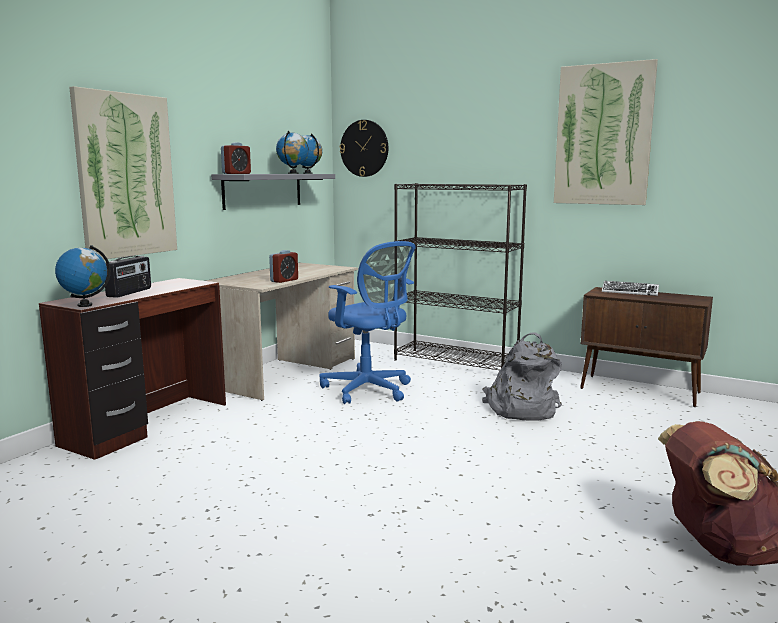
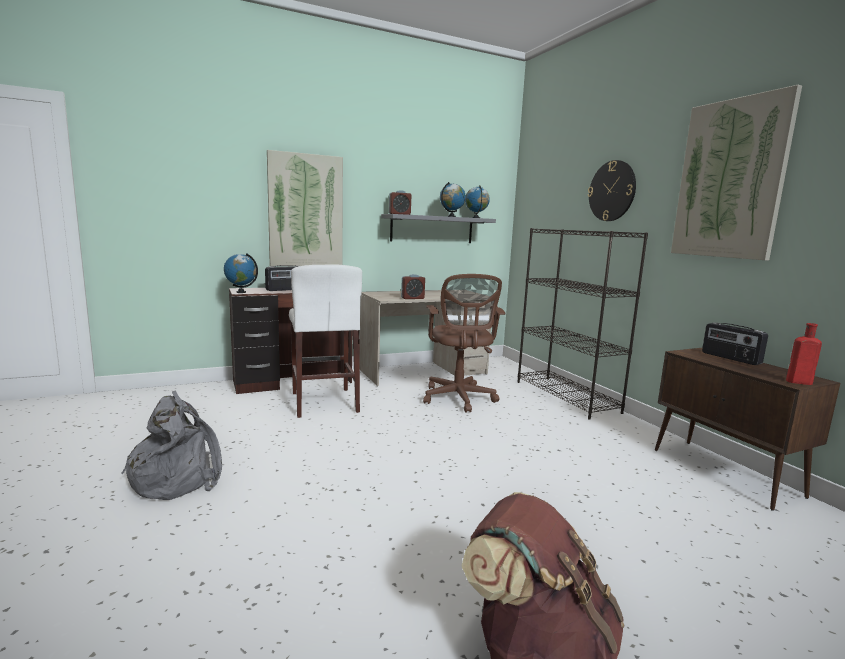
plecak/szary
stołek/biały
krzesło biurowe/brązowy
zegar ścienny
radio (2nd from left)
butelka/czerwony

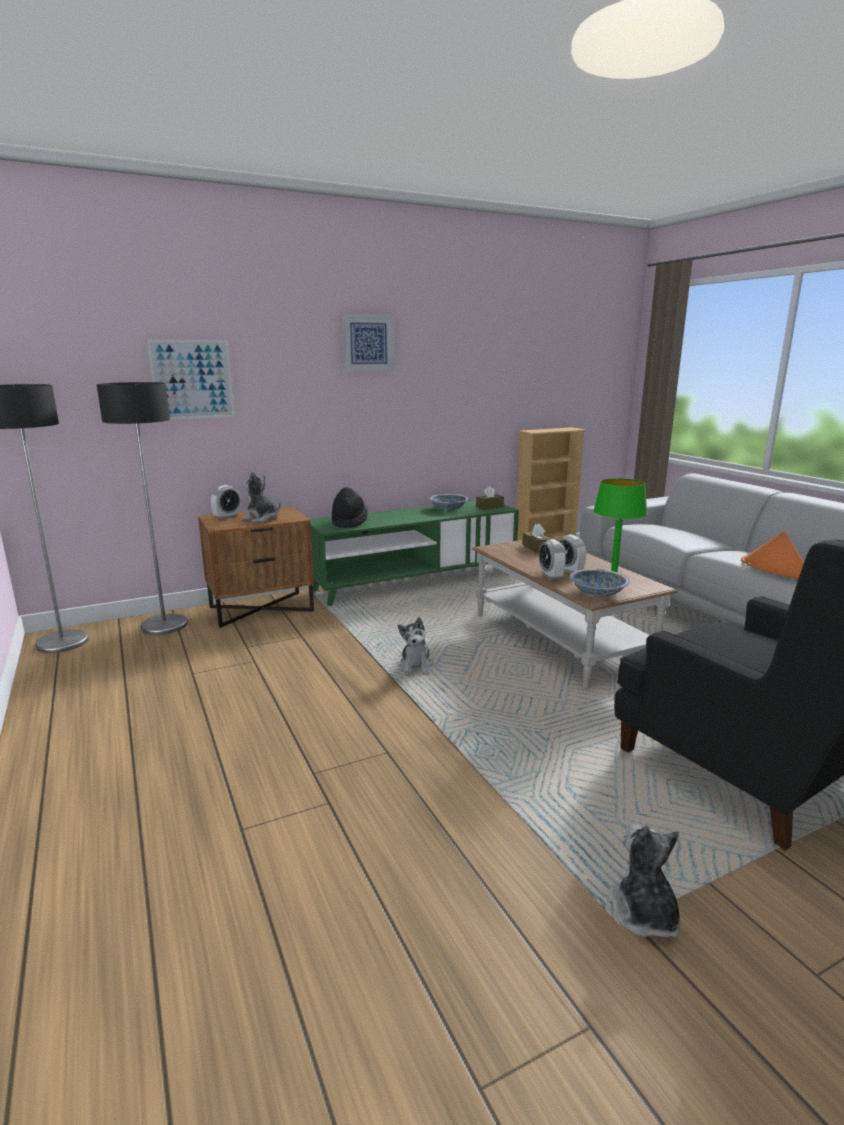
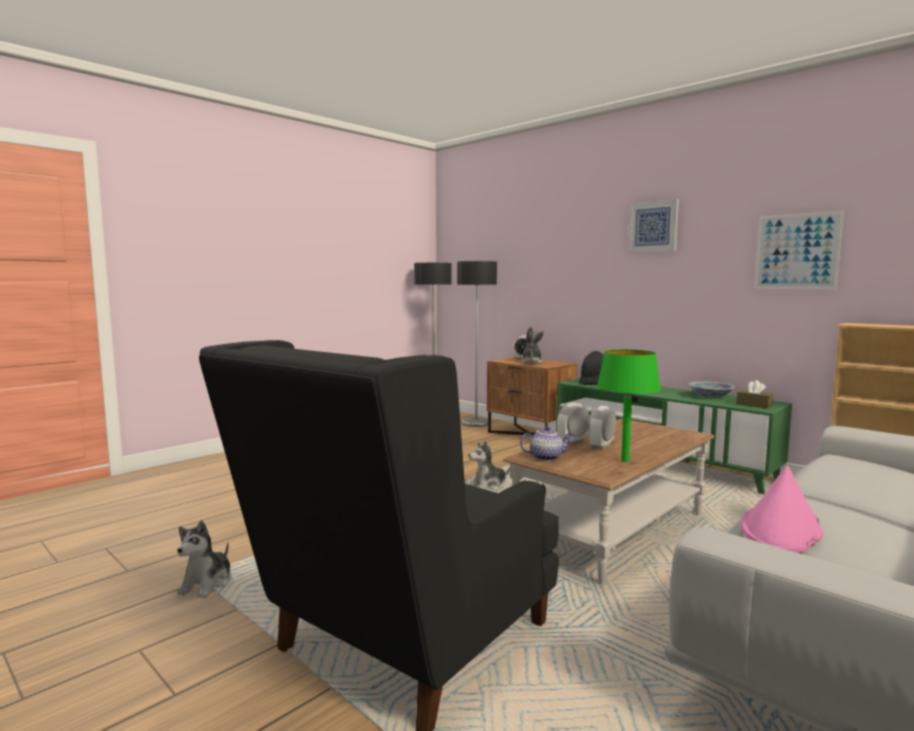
pluszak (1st from left)
imbryk
kapelusz/różowy
obraz (2nd from left)
pudełko chusteczek/brązowy (2nd from left in the first image)

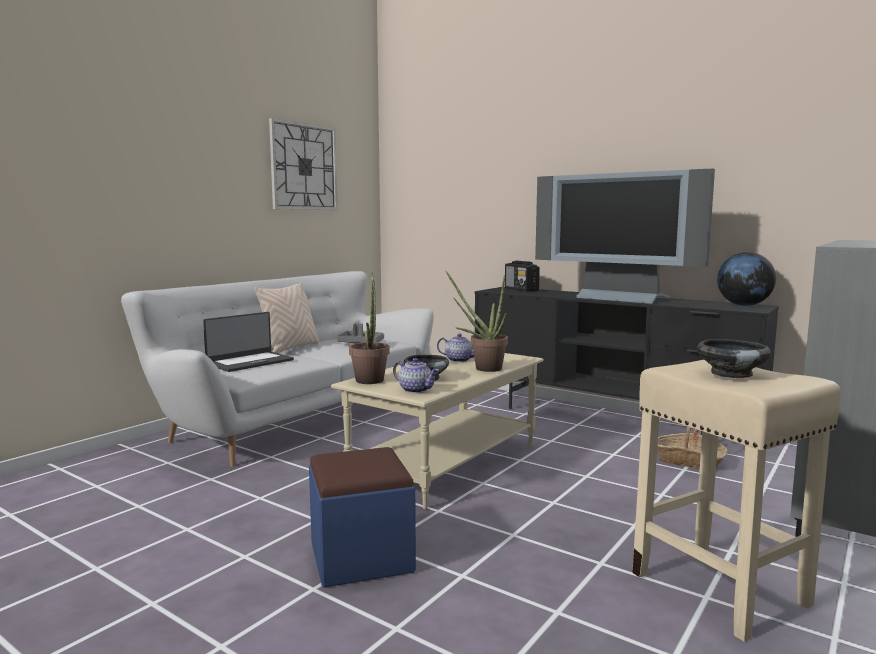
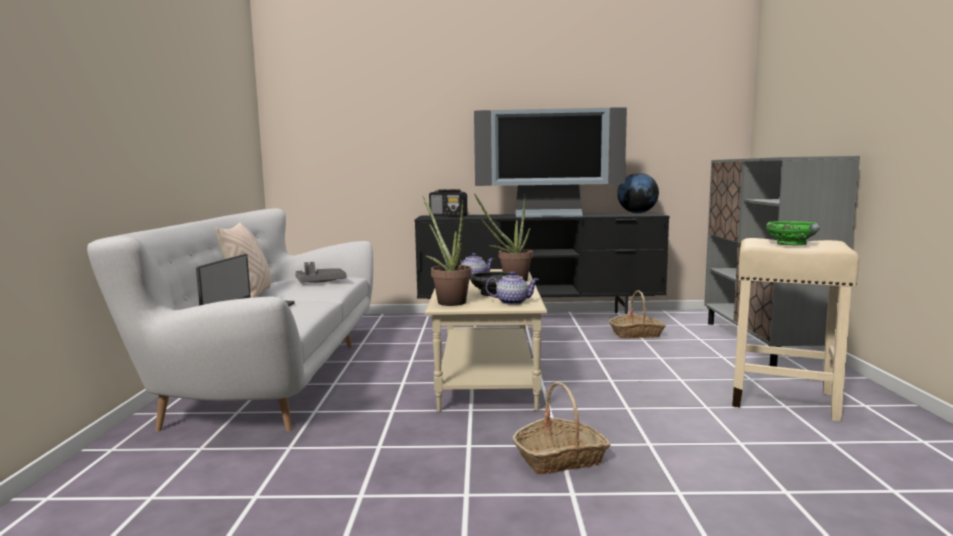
koszyk (1st from left)
miska/zielony
zegar ścienny

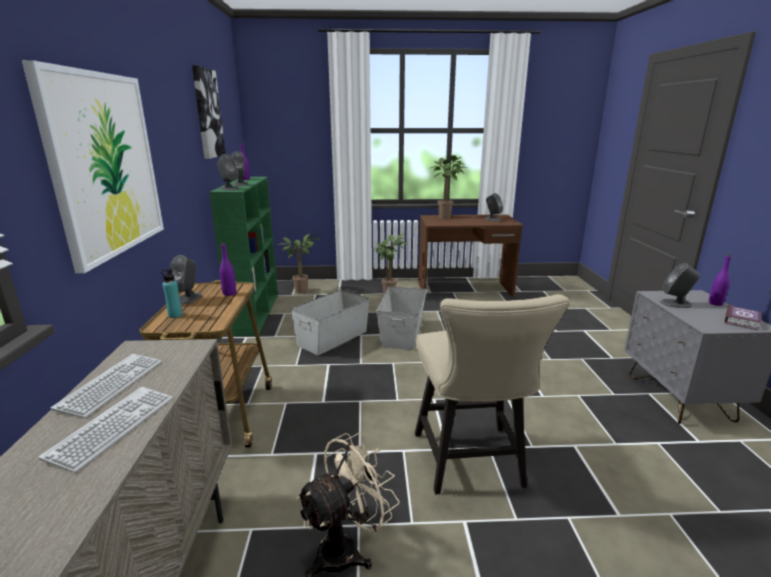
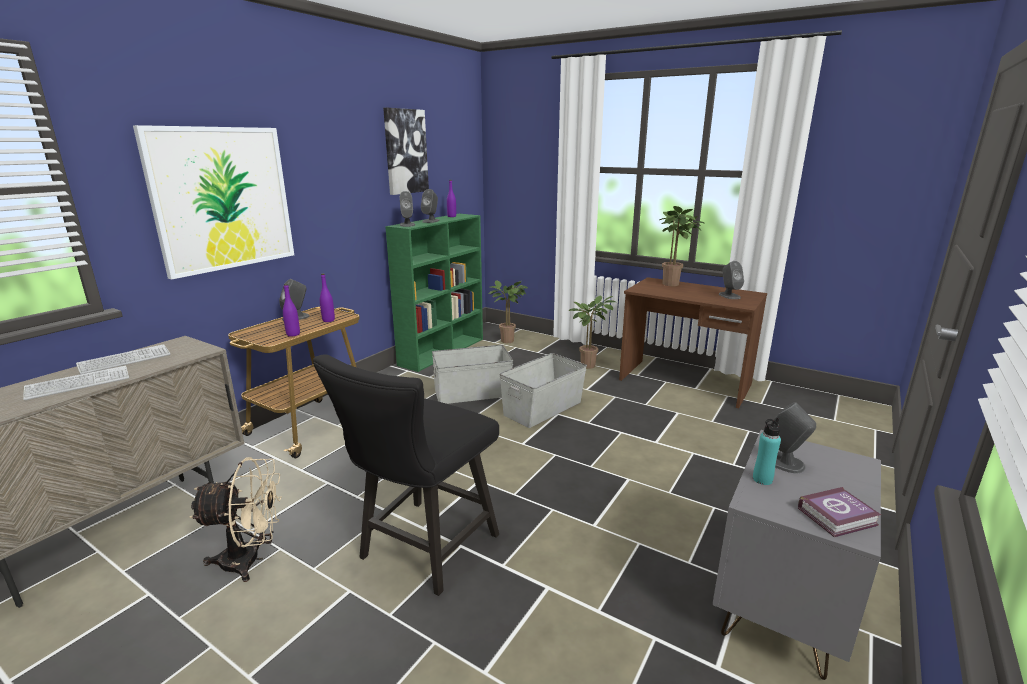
butelka/fioletowy (1st from left)
krzesło/czarny
butelka/turkusowy

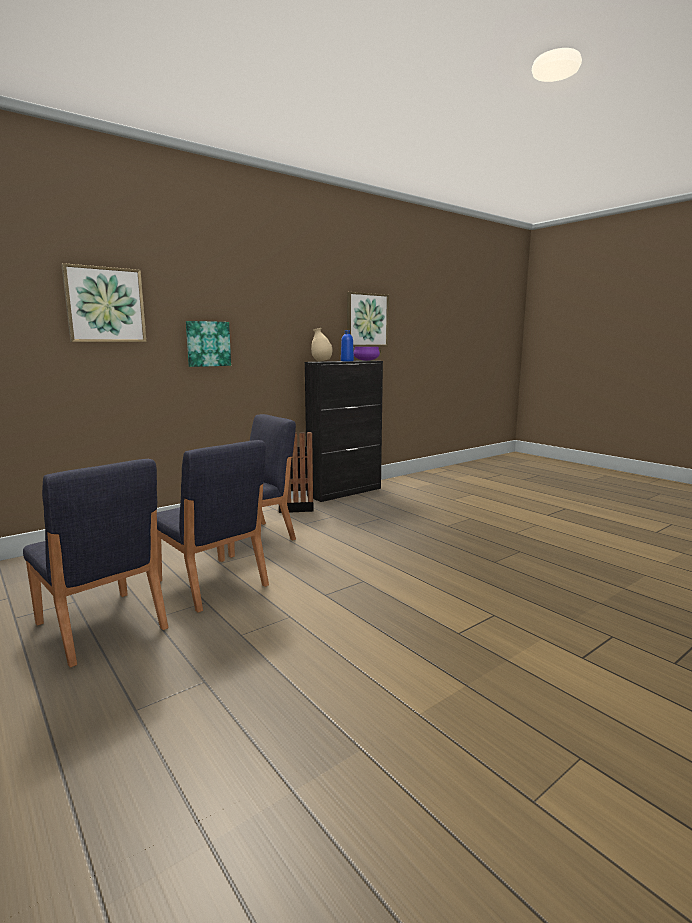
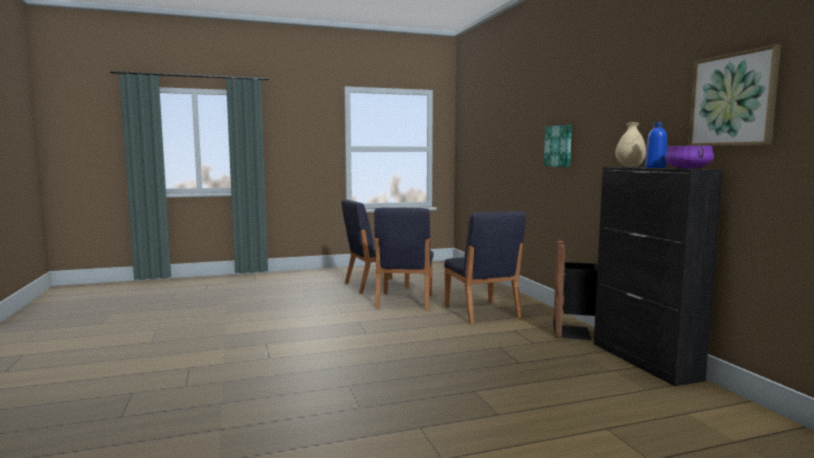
krzesło/niebieski (2nd from left)
obraz (1st from left in the first image)

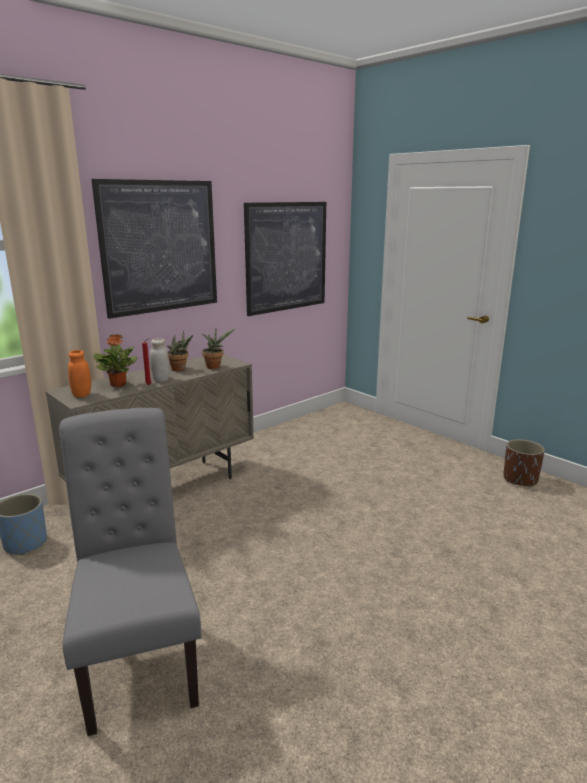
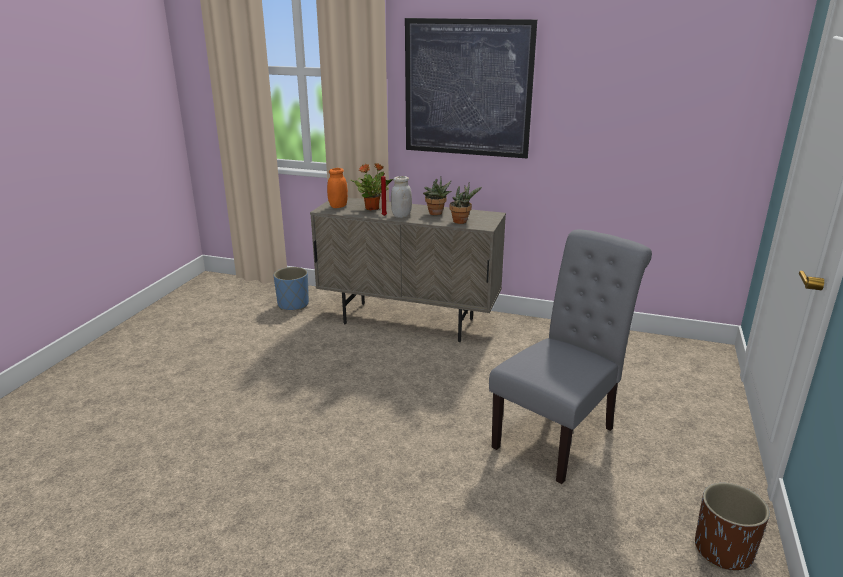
krzesło/szary
obraz (2nd from left in the first image)

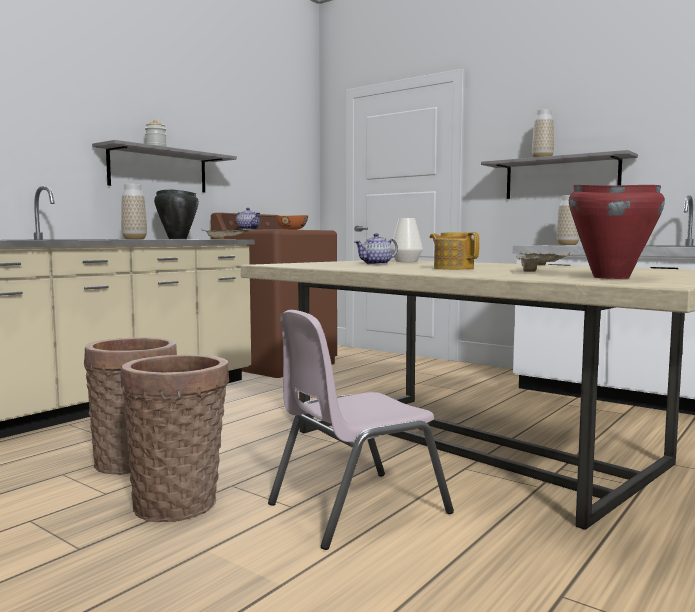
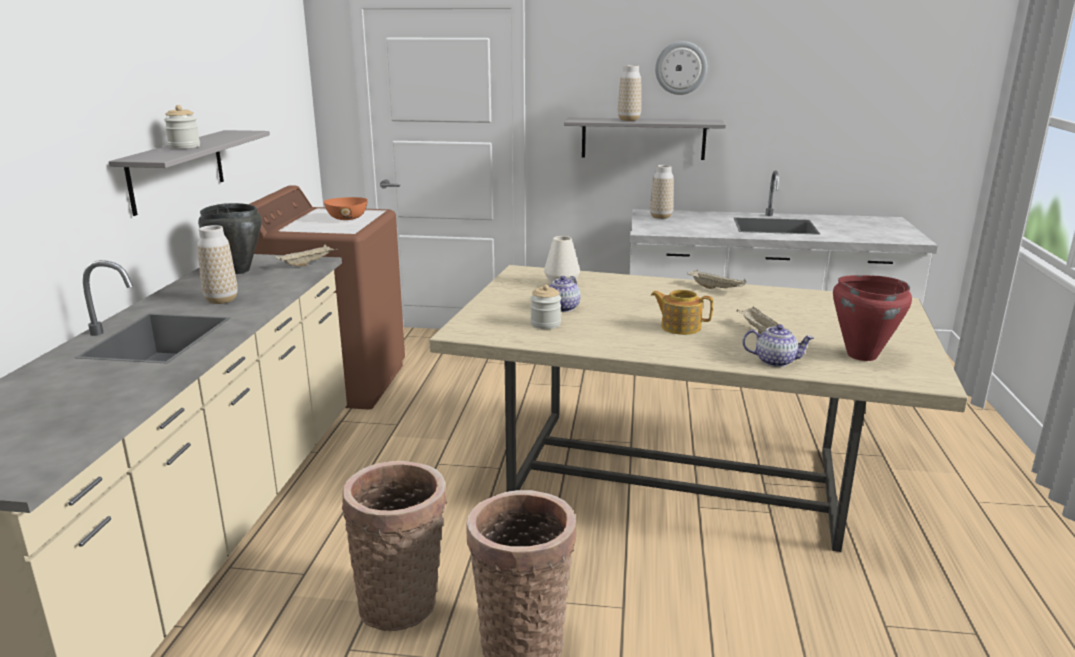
słoik (2nd from left)
zegar ścienny
imbryk (3rd from left)
krzesło/różowy

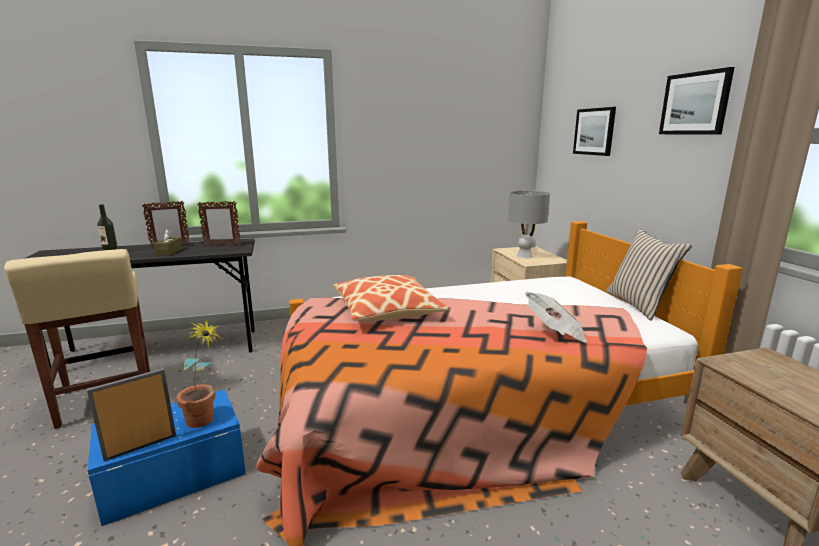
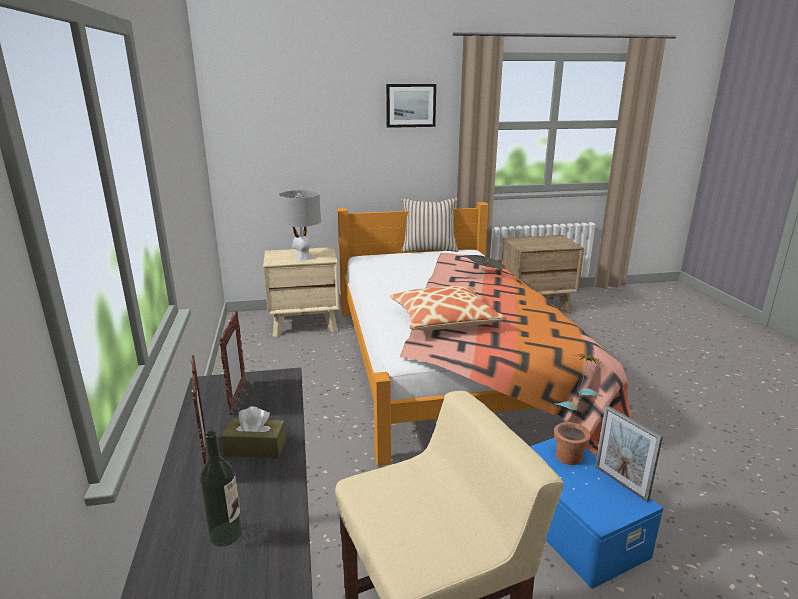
obraz (1st from left in the first image)

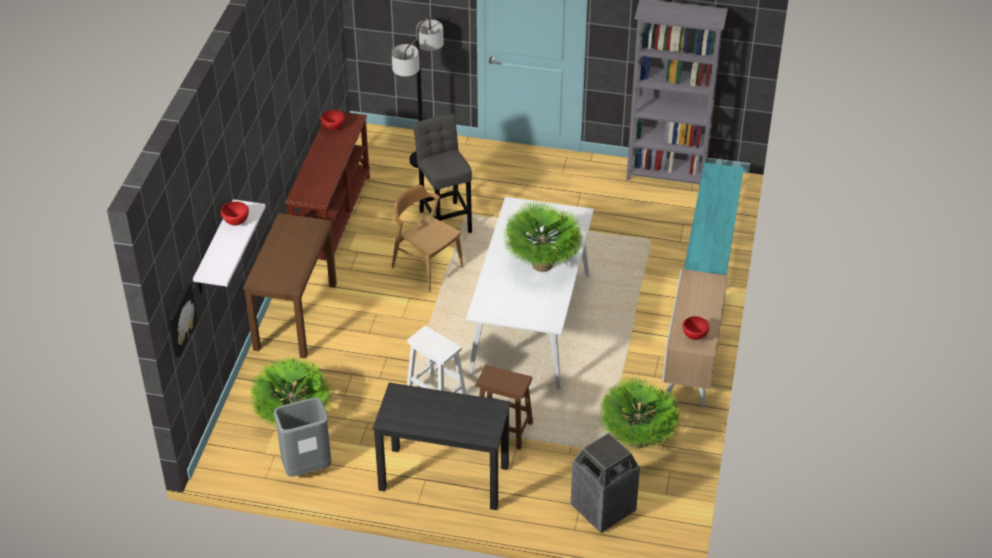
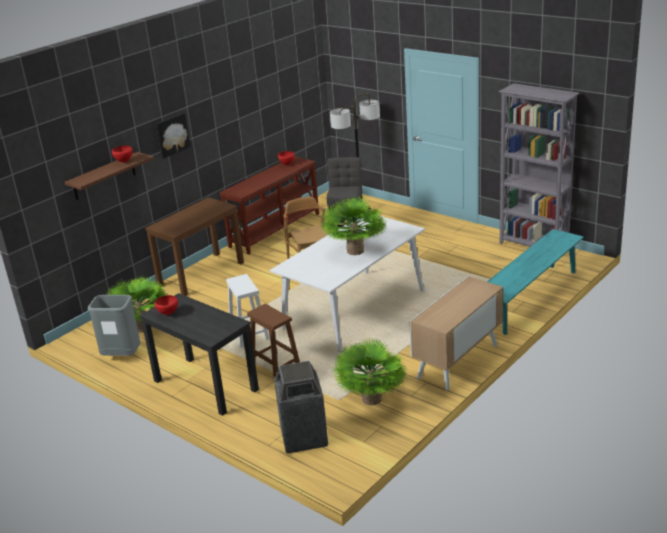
półka/brązowy
miska/czerwony (2nd from left)
obraz

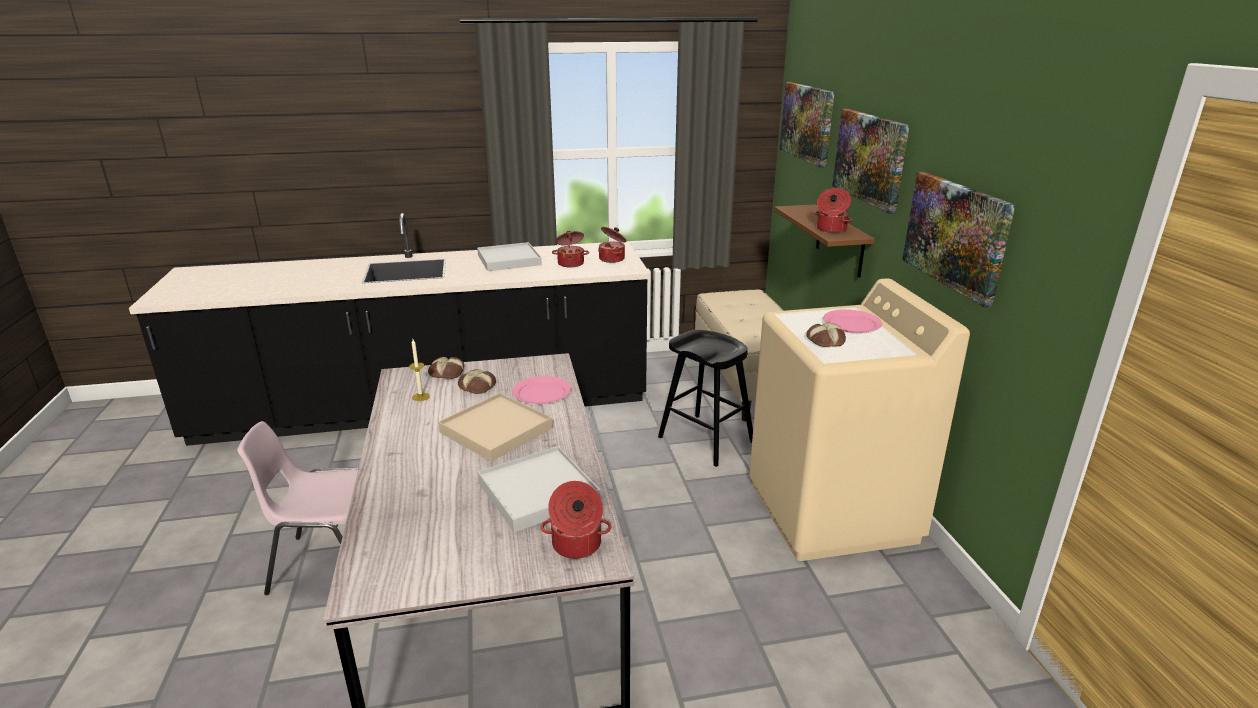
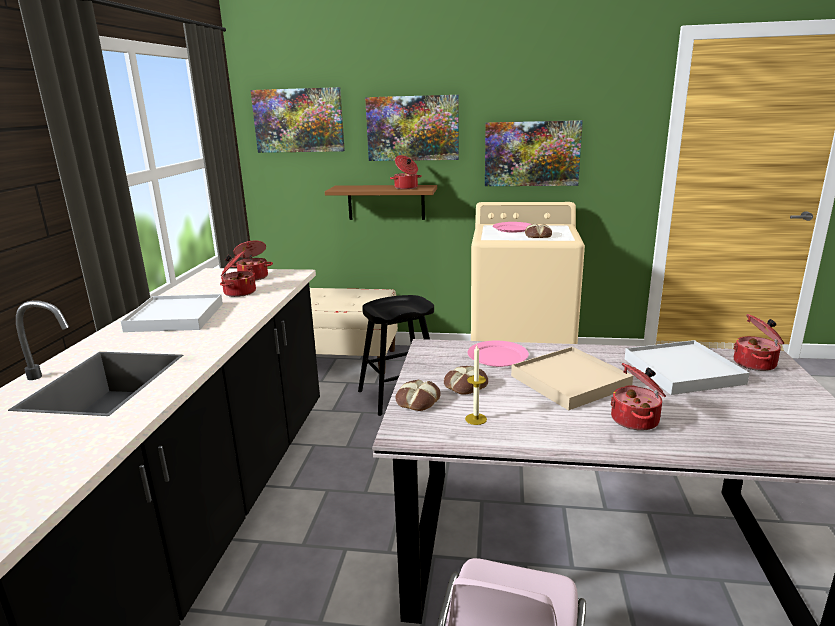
garnek (4th from left)

